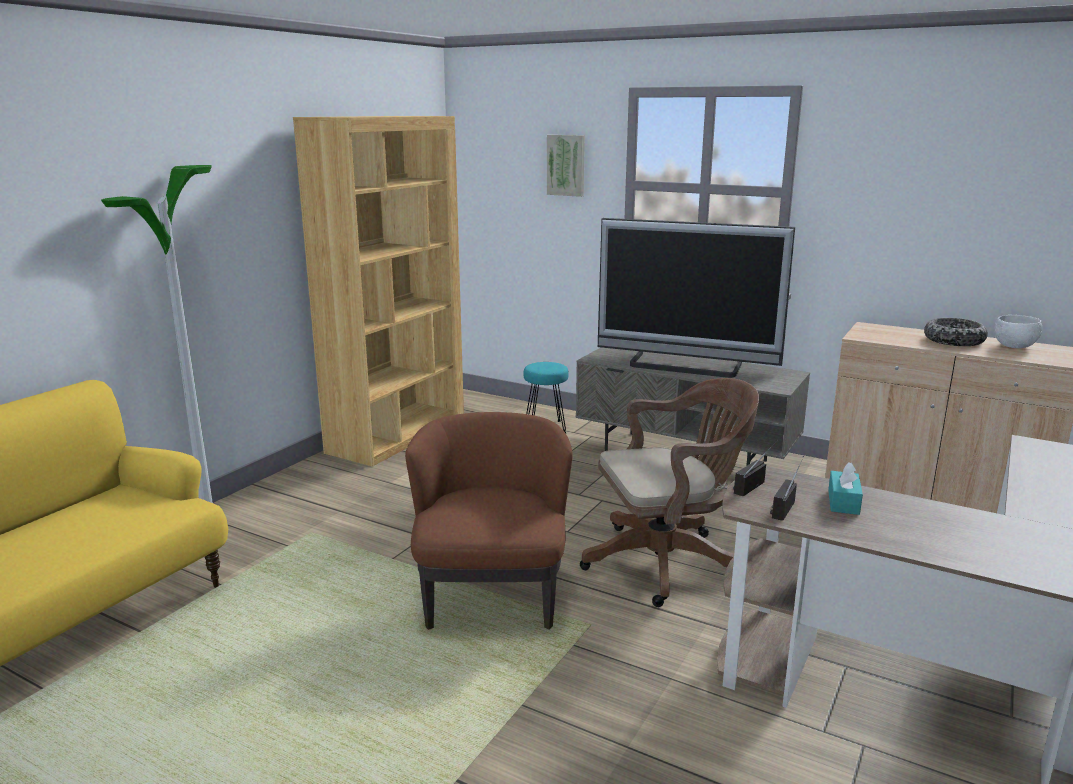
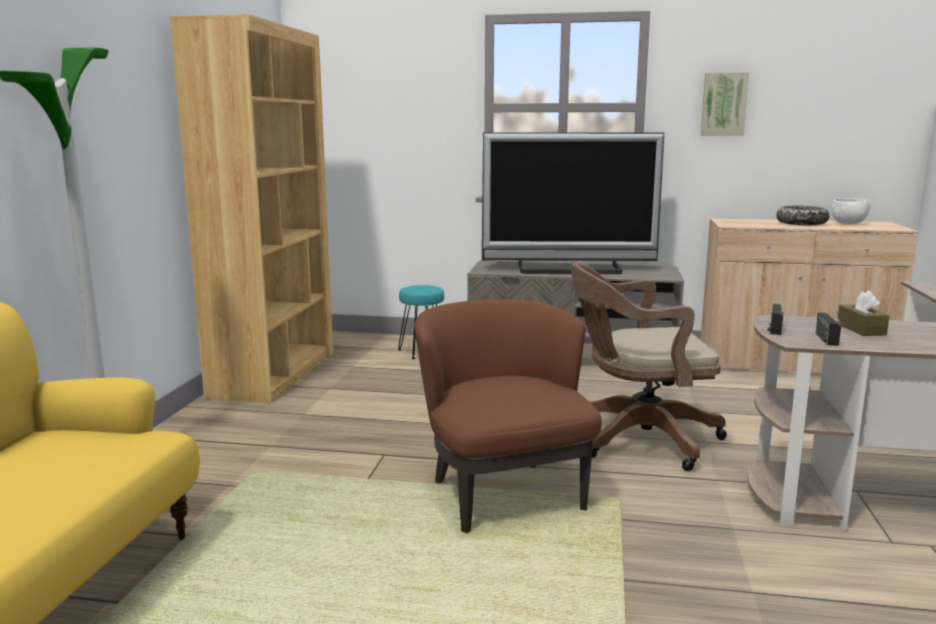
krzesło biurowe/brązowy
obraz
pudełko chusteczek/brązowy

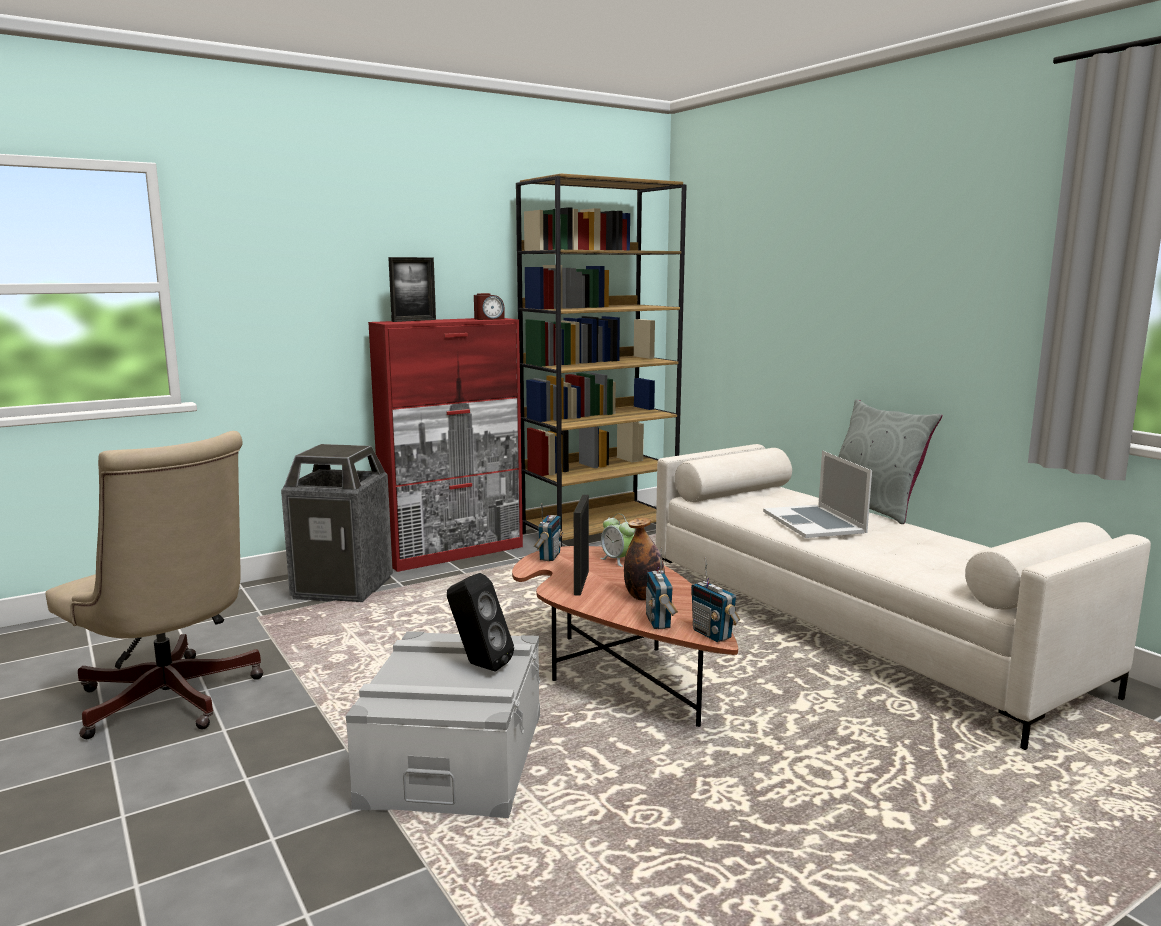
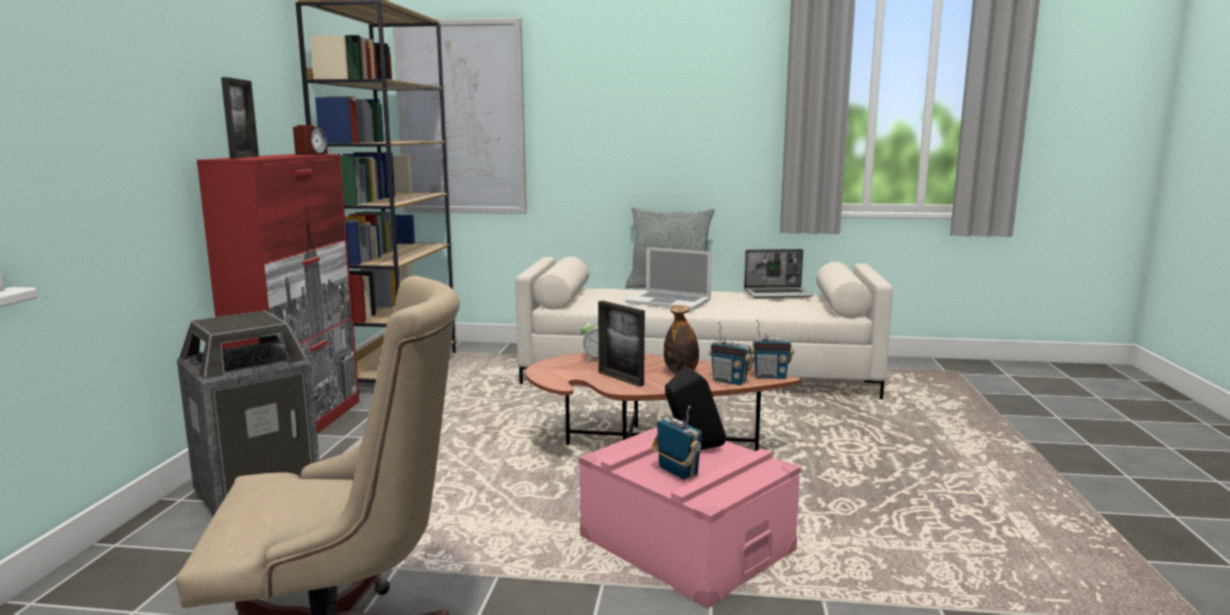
obraz
pojemnik do przechowywania/różowy
radio (1st from left)
laptop (2nd from left)

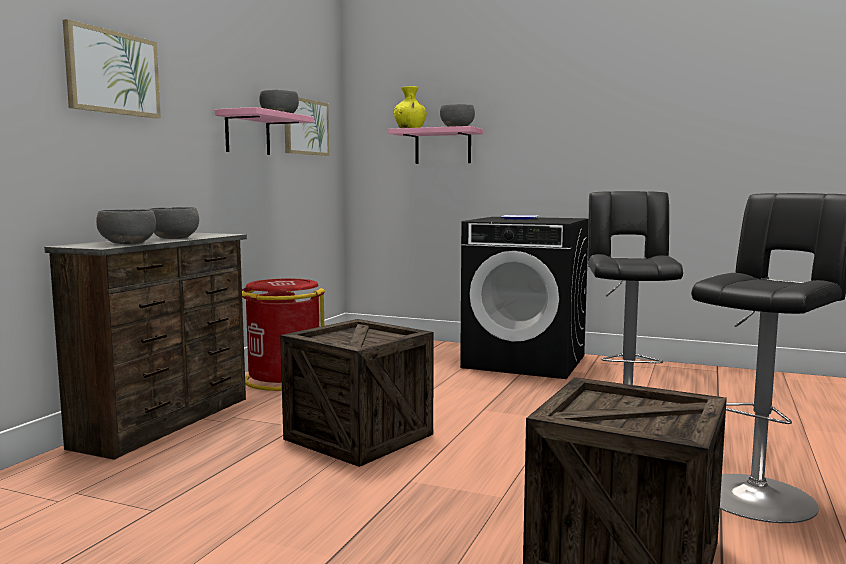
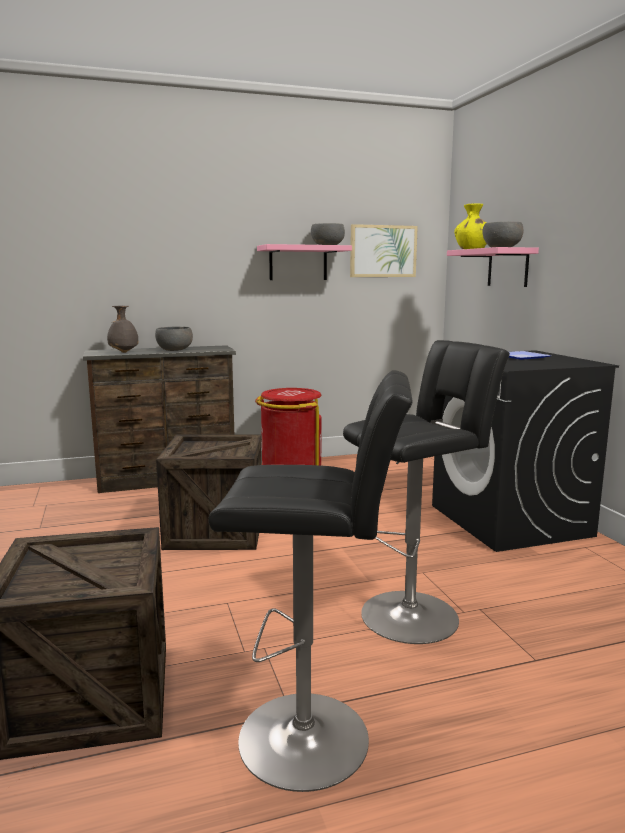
wazon/szary
obraz (1st from left in the first image)

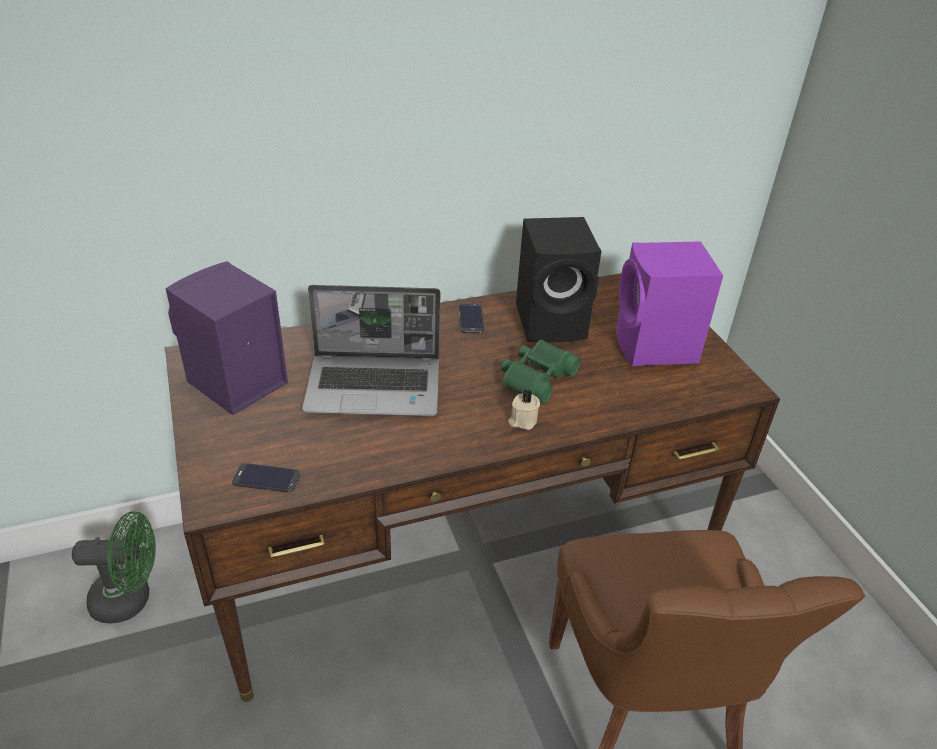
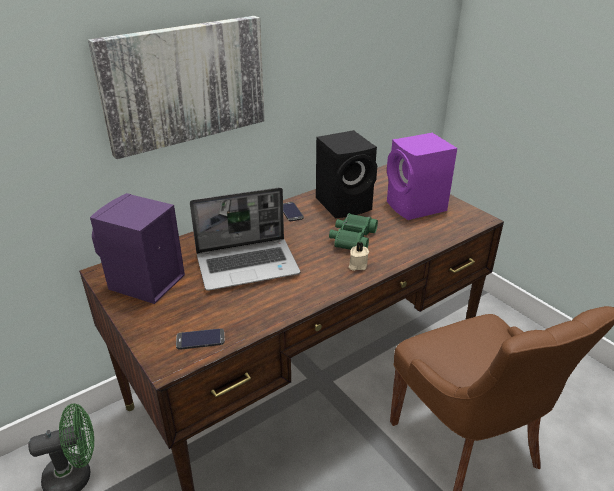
obraz

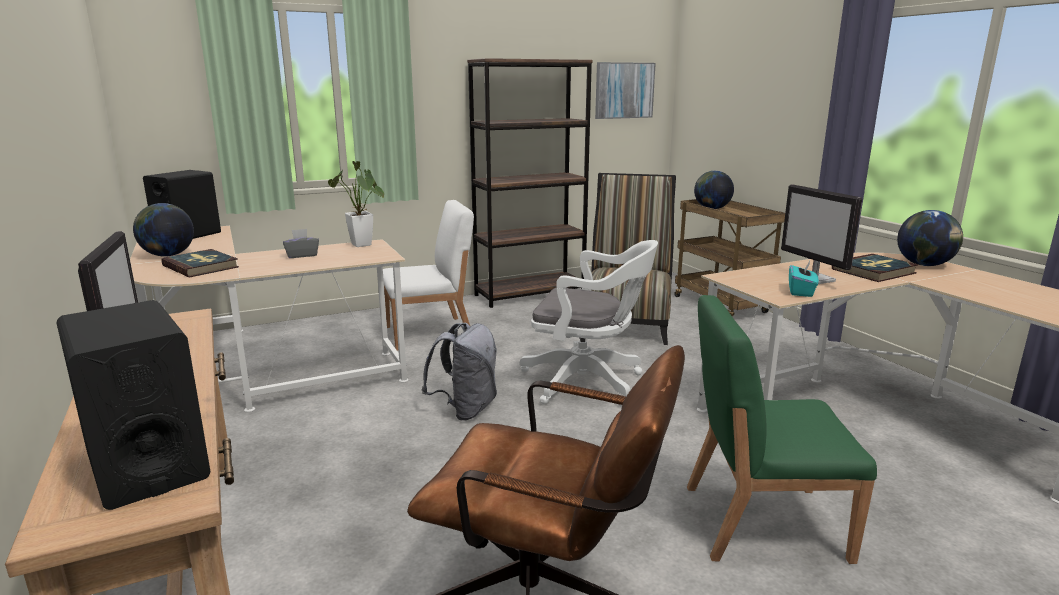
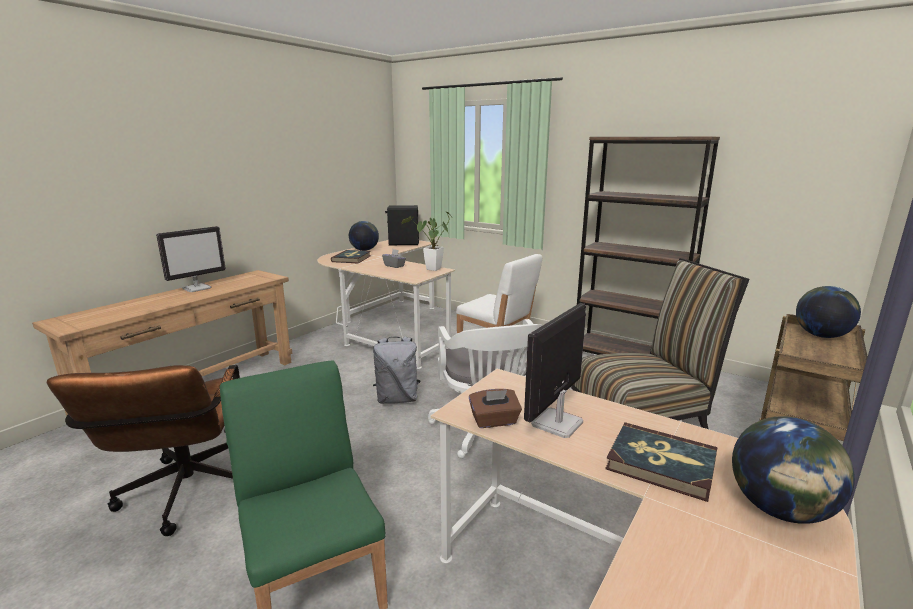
pudełko chusteczek/brązowy
głośnik/czarny (1st from left in the first image)
obraz

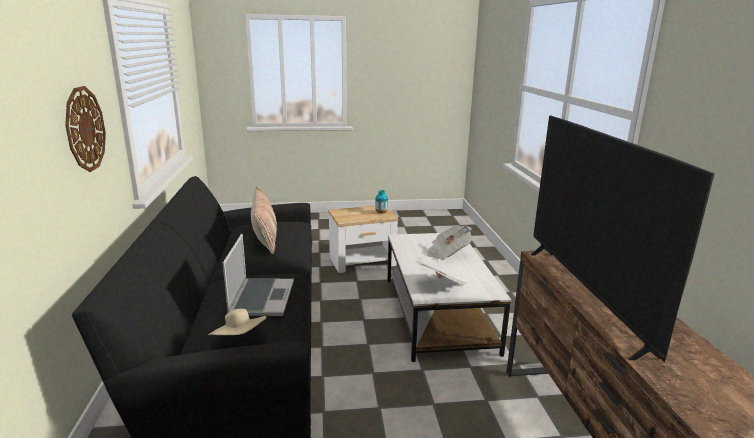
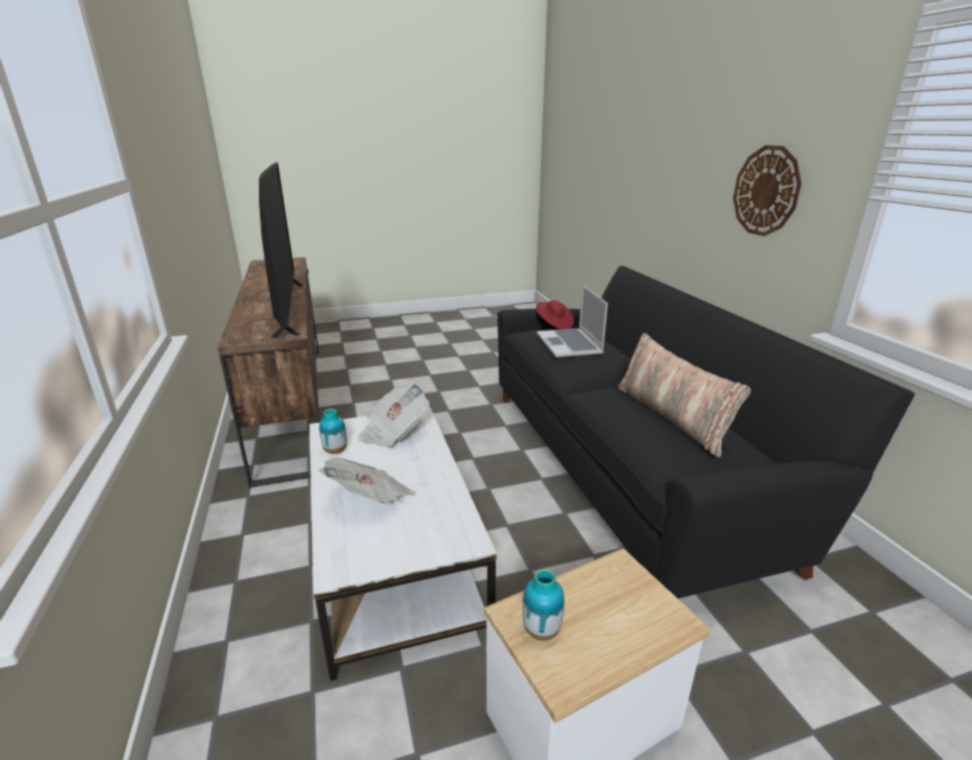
wazon (1st from left)
kapelusz/czerwony

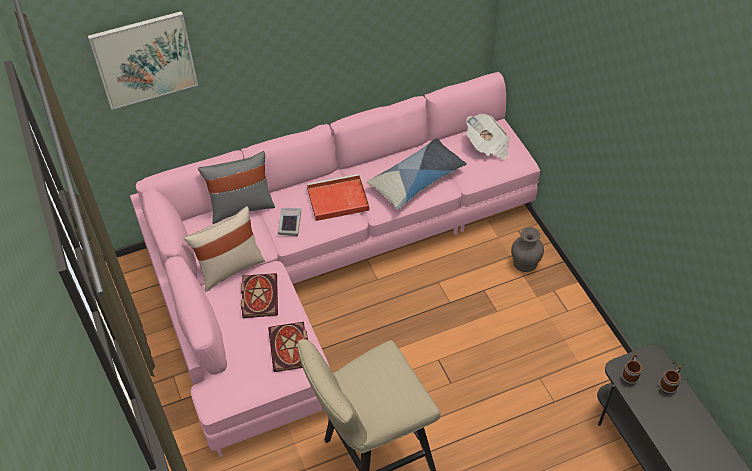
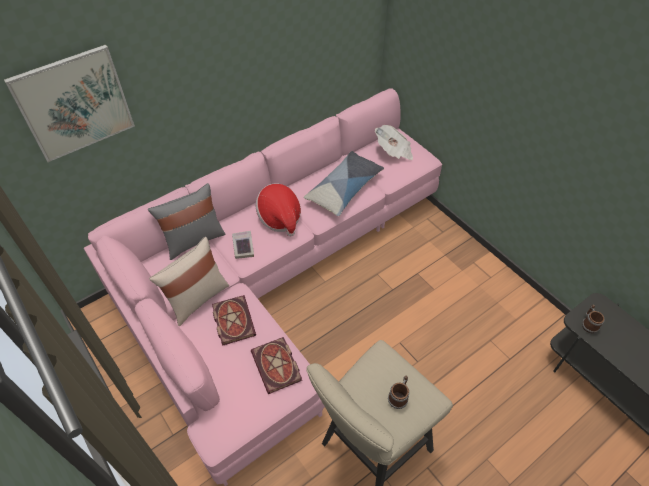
kapelusz
kubek (1st from left)
wazon/szary

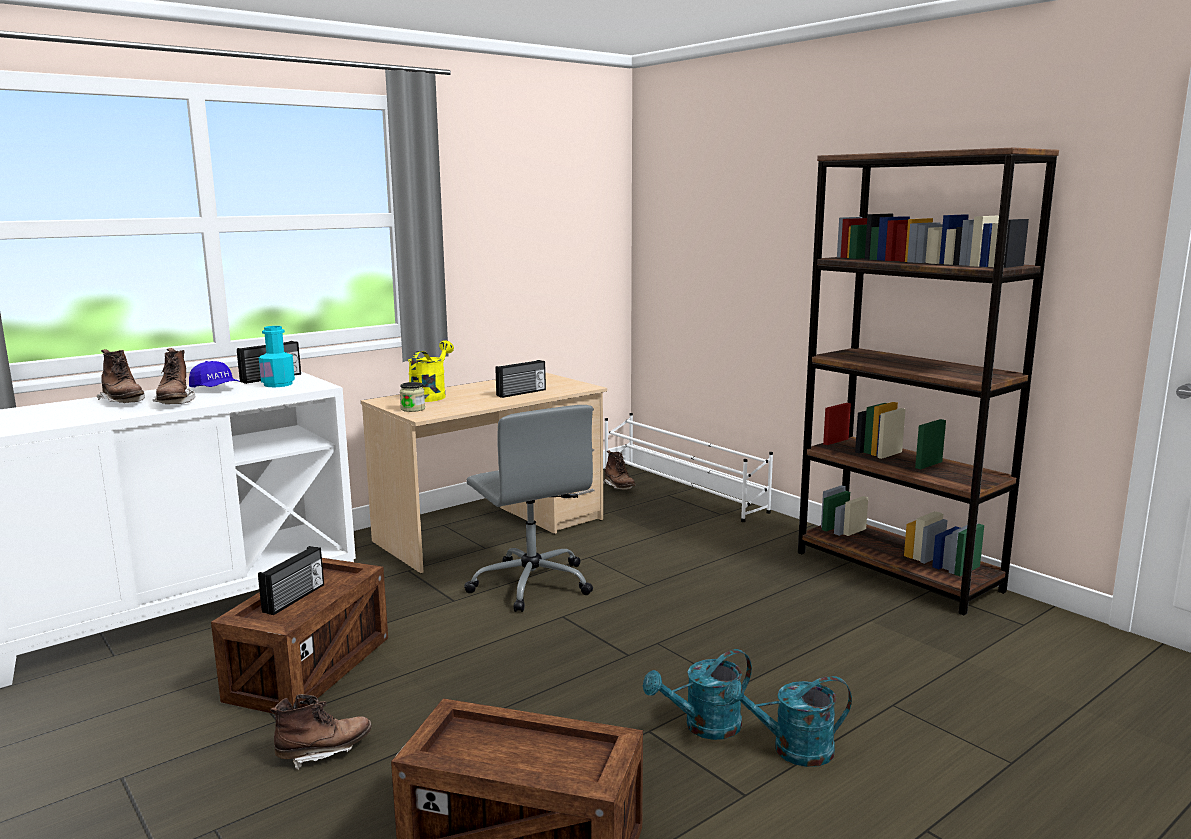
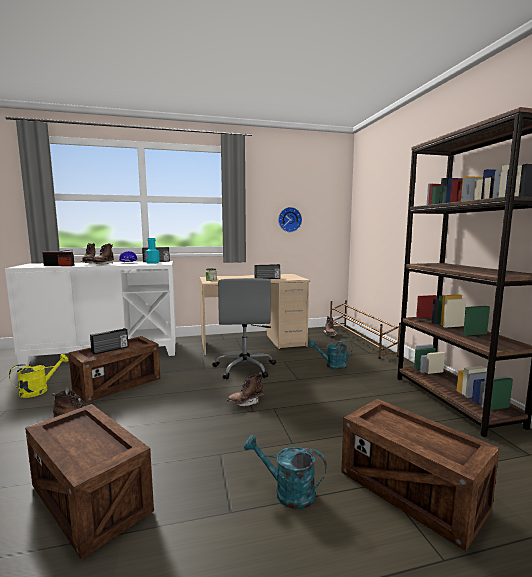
konewka/żółty
radio (1st from left)
but z cholewką/brązowy (4th from left)
zegar ścienny
konewka/turkusowy (2nd from left)
regał na buty/brązowy
skrzynka (3rd from left)

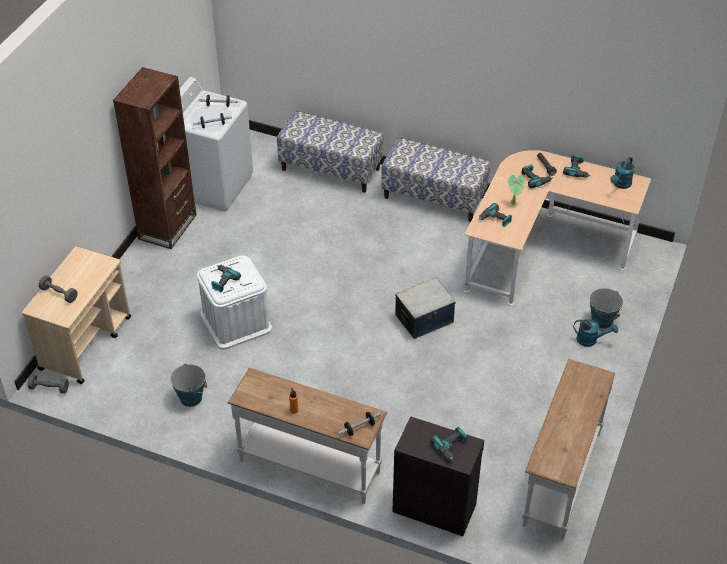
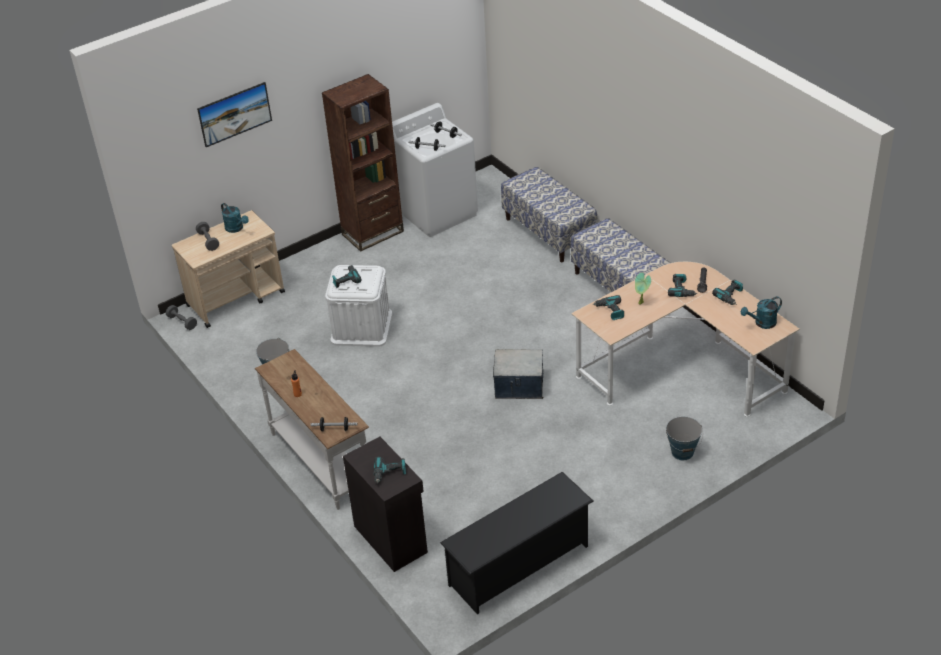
obraz
konewka/turkusowy (1st from left)
regał na buty/czarny

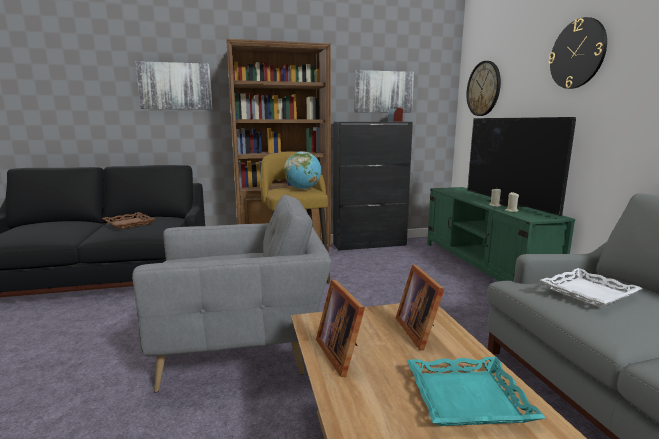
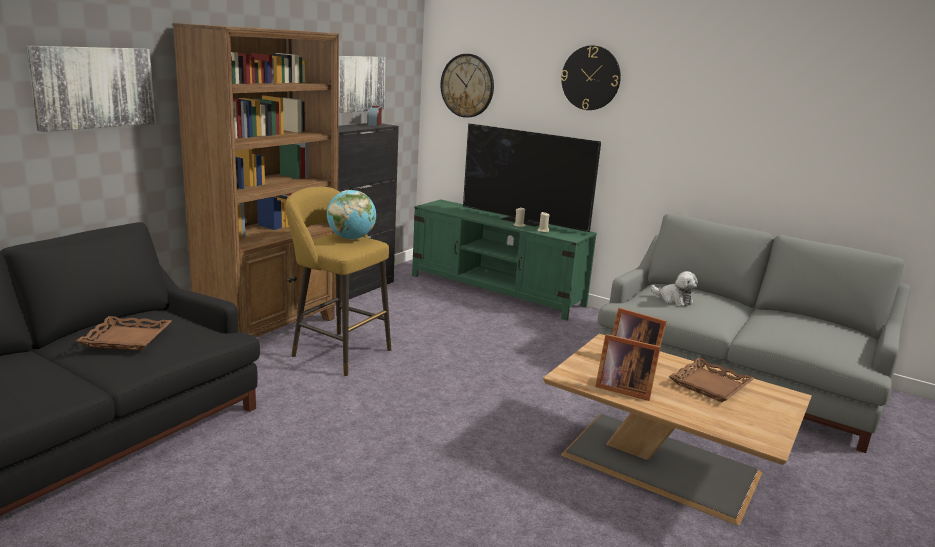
pluszak
taca/brązowy (2nd from left)
fotel/szary

